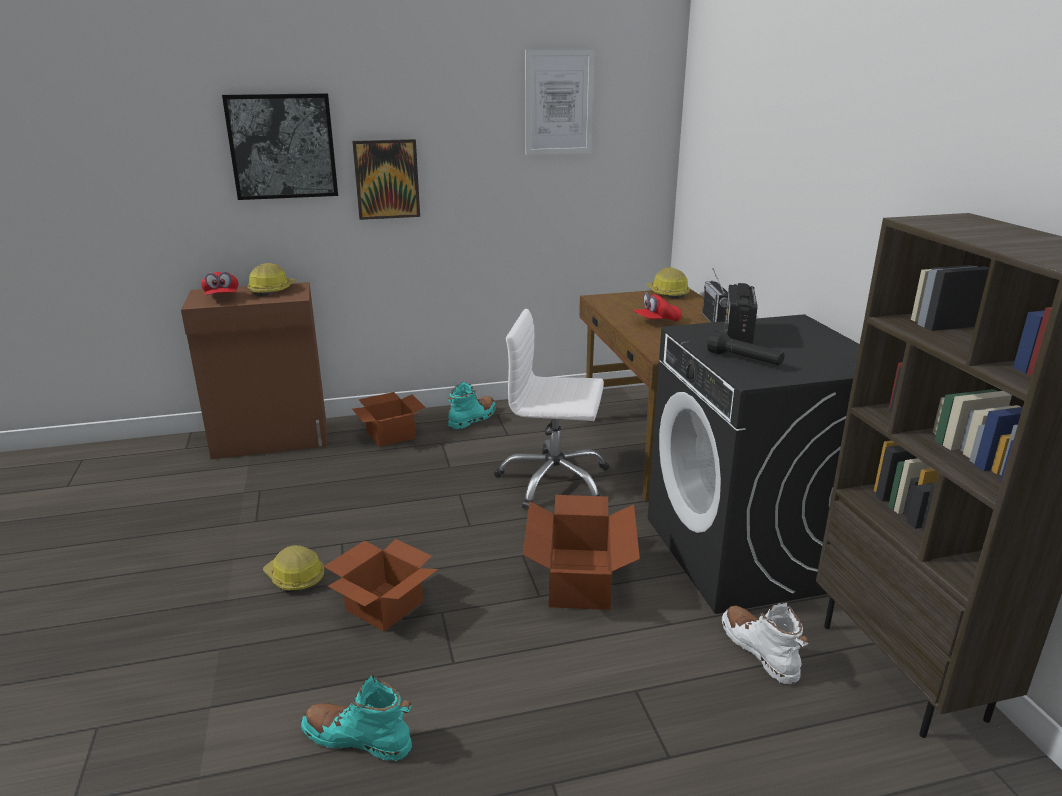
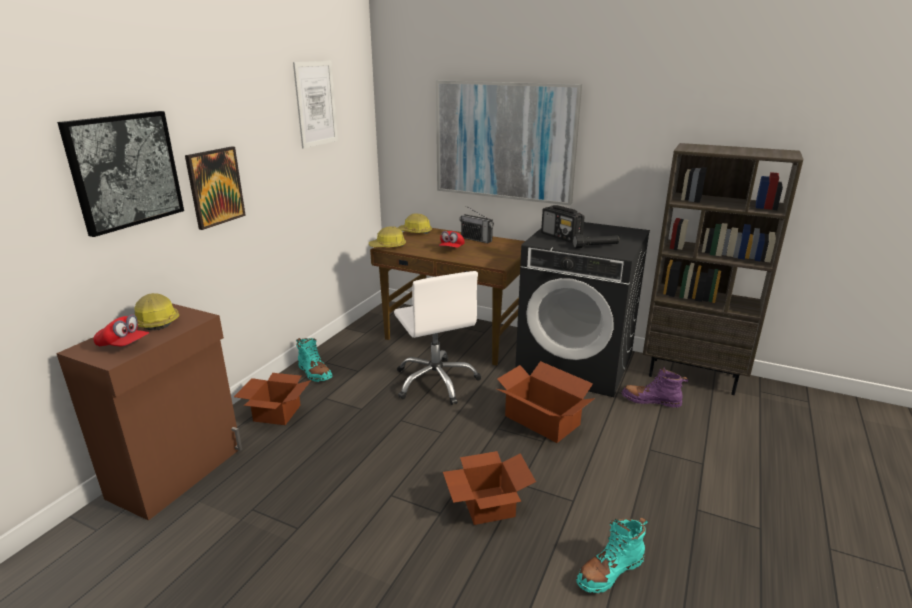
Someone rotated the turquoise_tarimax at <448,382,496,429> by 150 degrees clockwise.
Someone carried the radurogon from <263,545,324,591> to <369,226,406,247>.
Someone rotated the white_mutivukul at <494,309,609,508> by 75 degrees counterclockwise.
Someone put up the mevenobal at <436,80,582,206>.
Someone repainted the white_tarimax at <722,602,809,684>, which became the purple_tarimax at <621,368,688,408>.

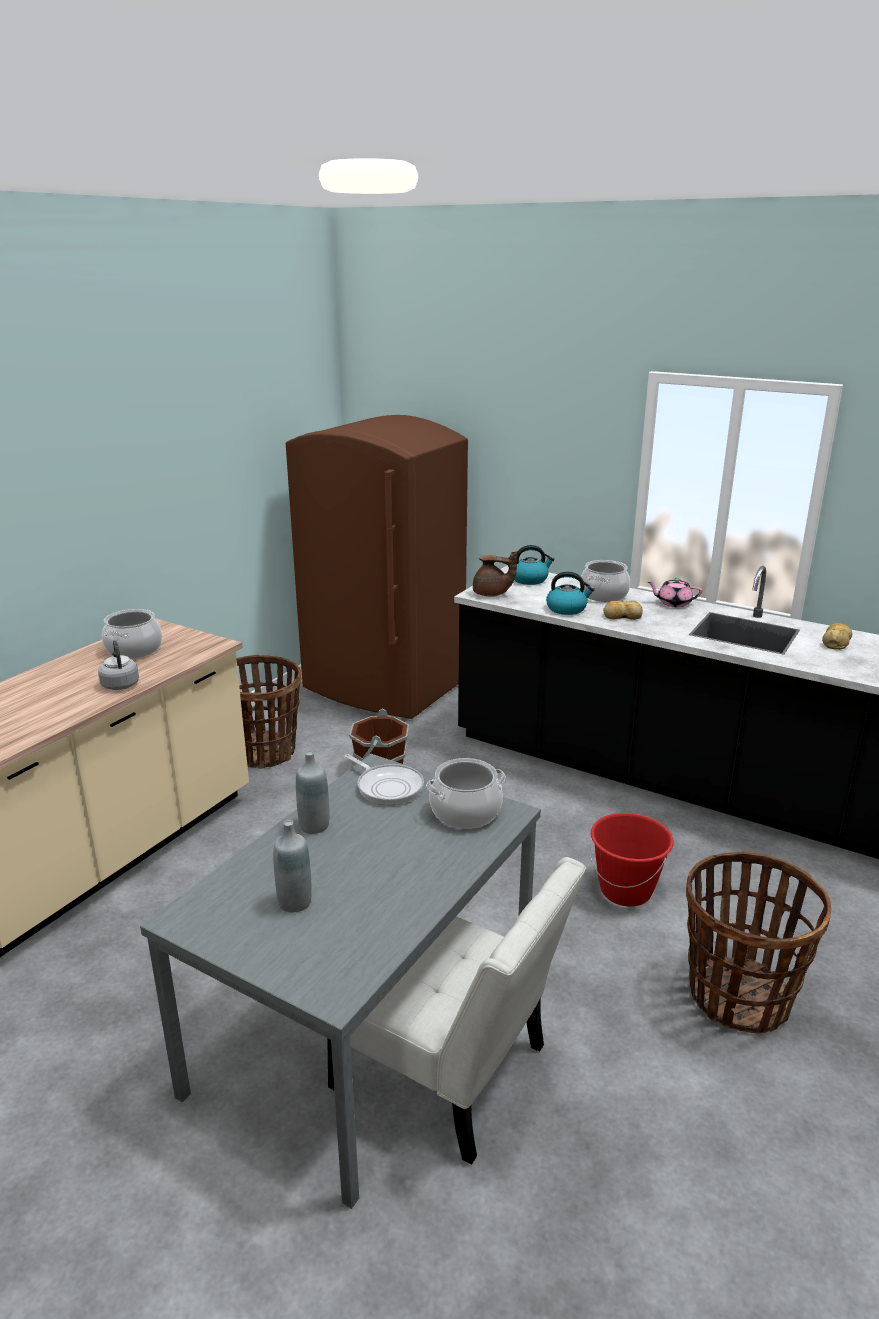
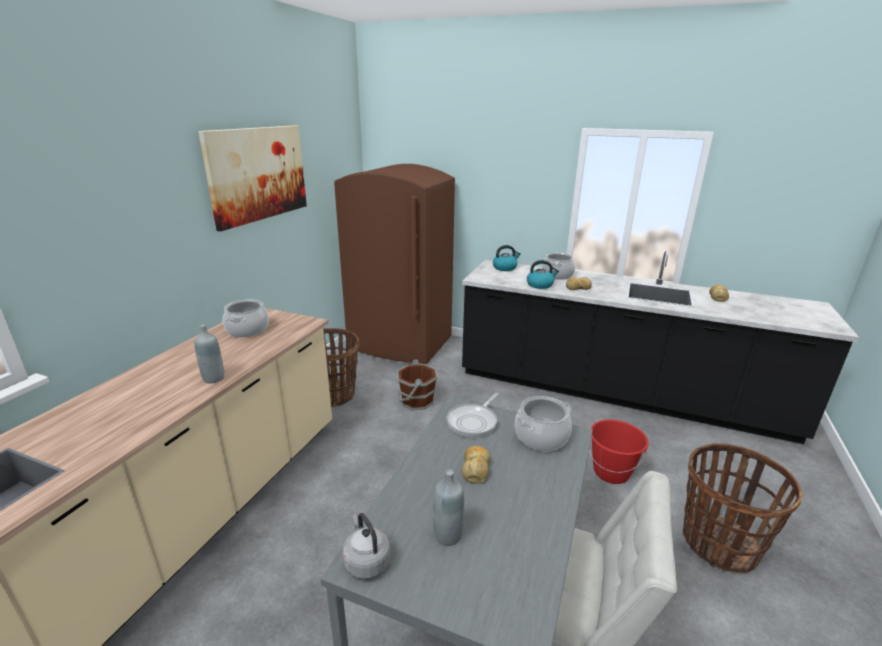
Someone carried the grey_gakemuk from <296,751,329,834> to <195,324,224,384>.
Someone put up the mevenobal at <198,125,307,232>.
Someone carried the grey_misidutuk from <98,640,139,690> to <343,513,391,579>.
Someone rotated the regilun at <344,754,424,805> by 90 degrees clockwise.
Someone put down the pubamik at <462,446,490,484>.
Someone took away the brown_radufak at <473,551,517,597>.
Someone took away the pink_radufak at <647,578,702,607>.

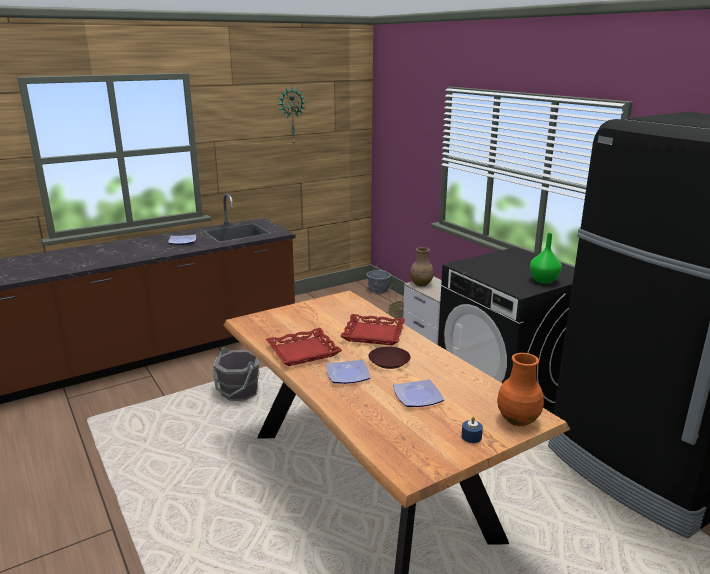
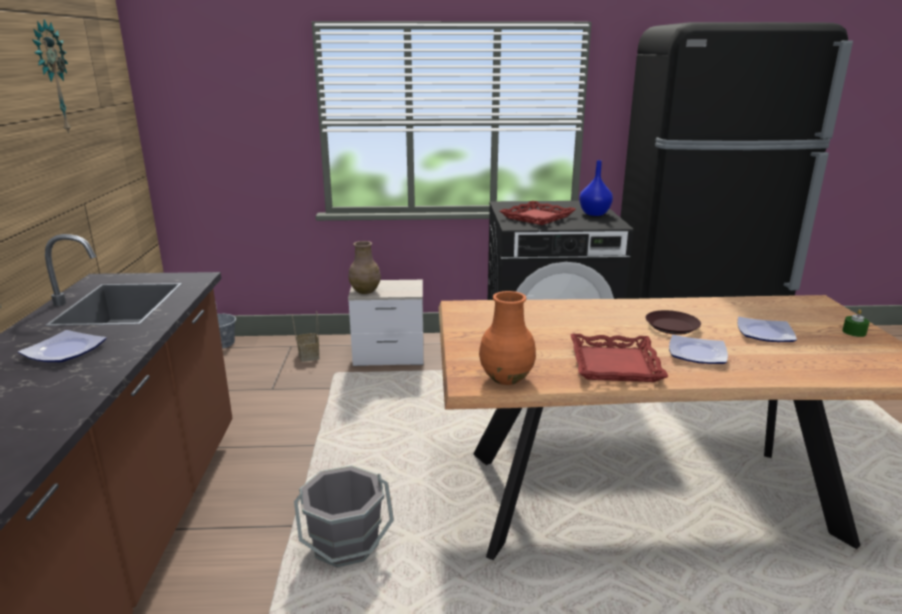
Someone carried the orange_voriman from <497,353,544,427> to <479,291,536,385>.
Someone carried the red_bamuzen from <340,314,405,345> to <500,201,576,225>.
Someone repainted the green_voriman at <530,233,562,284>, which became the blue_voriman at <579,160,613,216>.
Someone repainted the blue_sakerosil at <462,416,483,443>, which became the green_sakerosil at <842,309,870,337>.

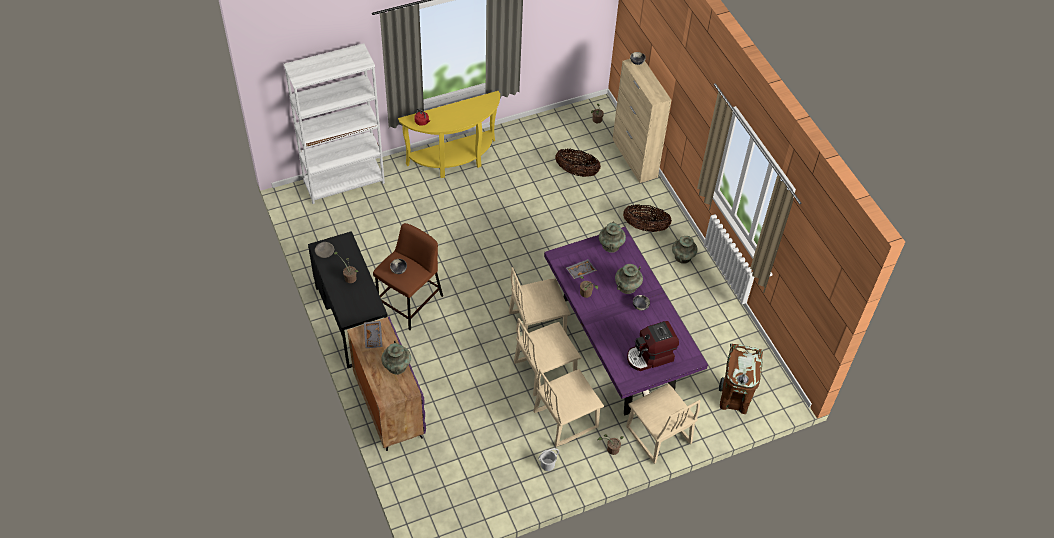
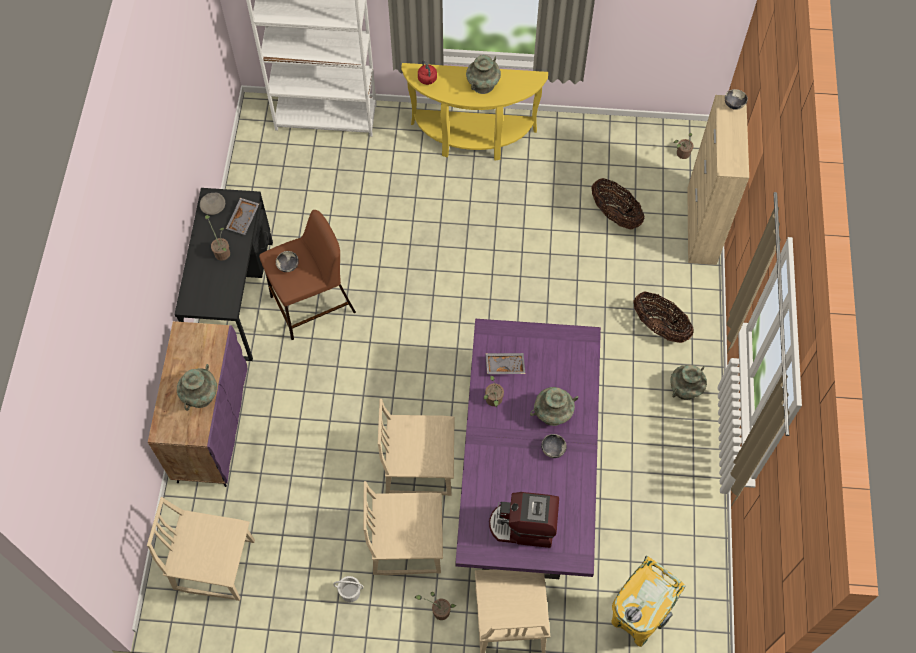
Someone carried the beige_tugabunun from <509,267,571,335> to <147,497,255,601>.
Someone carried the grey_bamuzen from <364,321,383,349> to <226,198,259,235>.
Someone carried the turquoise_voriman from <599,222,626,253> to <466,55,501,94>.
Someone repainted the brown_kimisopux at <719,344,763,414>, which became the yellow_kimisopux at <611,556,686,647>.

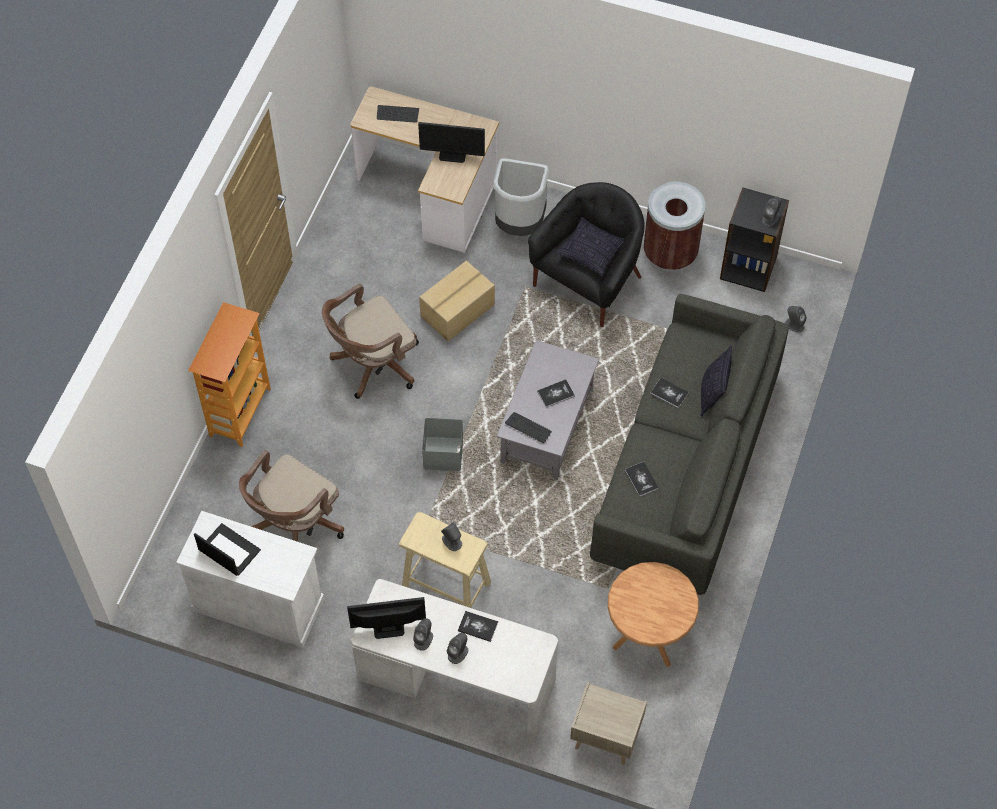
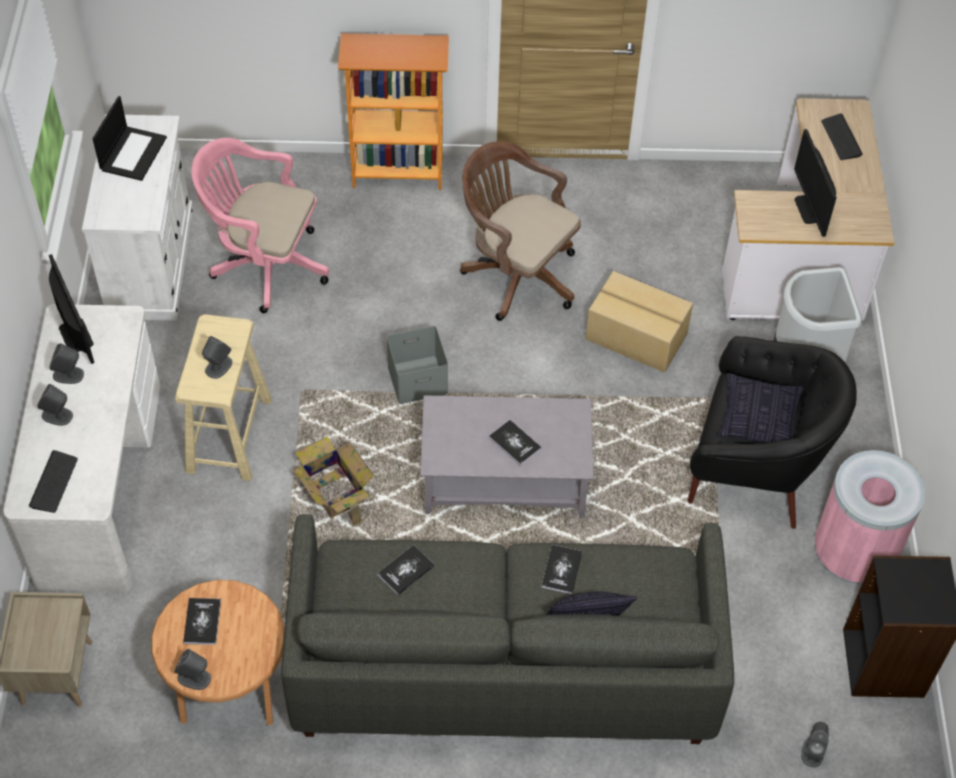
Someone carried the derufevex from <505,412,552,443> to <29,450,78,513>.
Someone carried the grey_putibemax from <762,196,782,227> to <174,649,211,690>.
Someone carried the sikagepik from <458,611,498,642> to <183,598,221,645>.
Someone repainted the brown_mutivukul at <239,450,344,542>, which became the pink_mutivukul at <191,138,329,313>.
Someone put down the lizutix at <293,436,373,527>.
Someone repainted the brown_kimisopux at <644,181,706,272>, which became the pink_kimisopux at <815,450,925,584>.

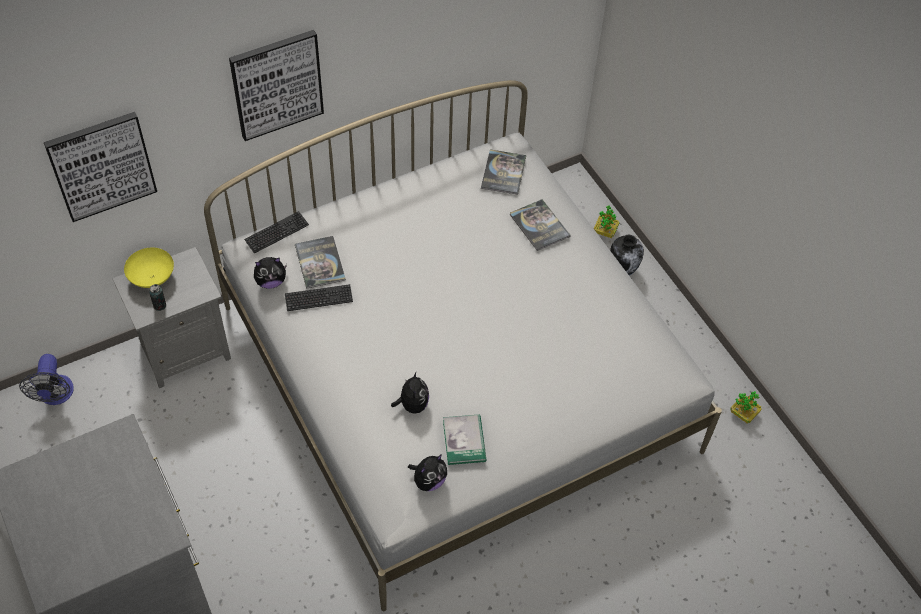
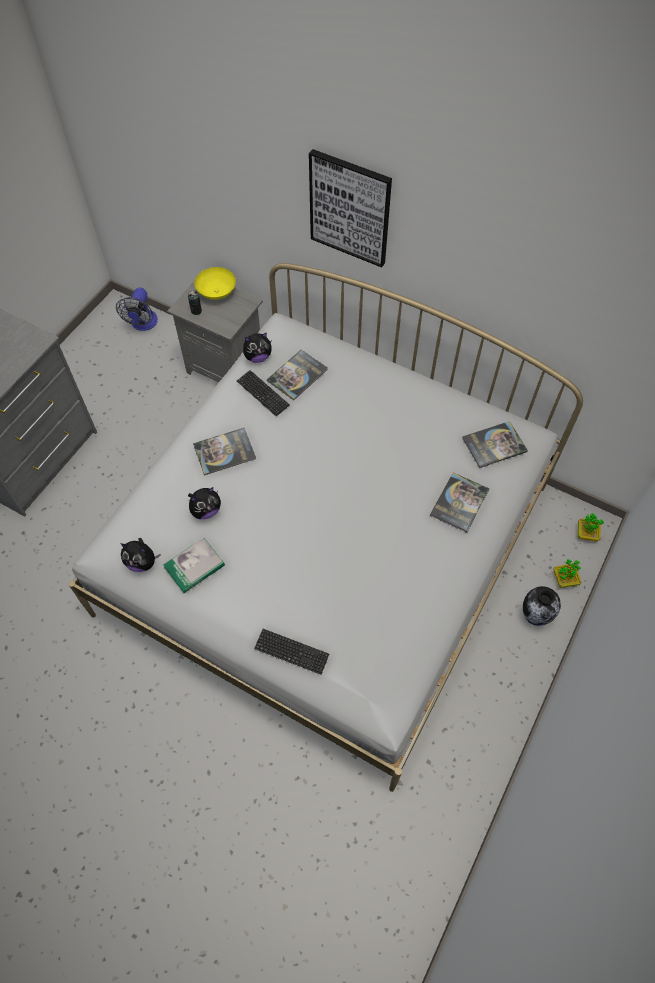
Someone rotated the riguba at <19,354,74,405> by 45 degrees counterclockwise.
Someone put down the sikagepik at <193,428,256,476>.
Someone rotated the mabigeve at <254,257,287,289> by 60 degrees counterclockwise.
Someone carried the derufevex from <244,211,309,254> to <254,629,329,675>.
Someone carried the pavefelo from <730,391,762,424> to <578,513,604,542>.
Someone took away the mevenobal at <44,112,157,222>.

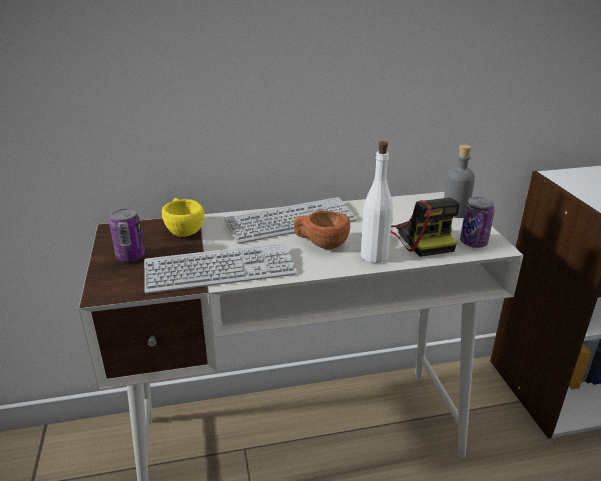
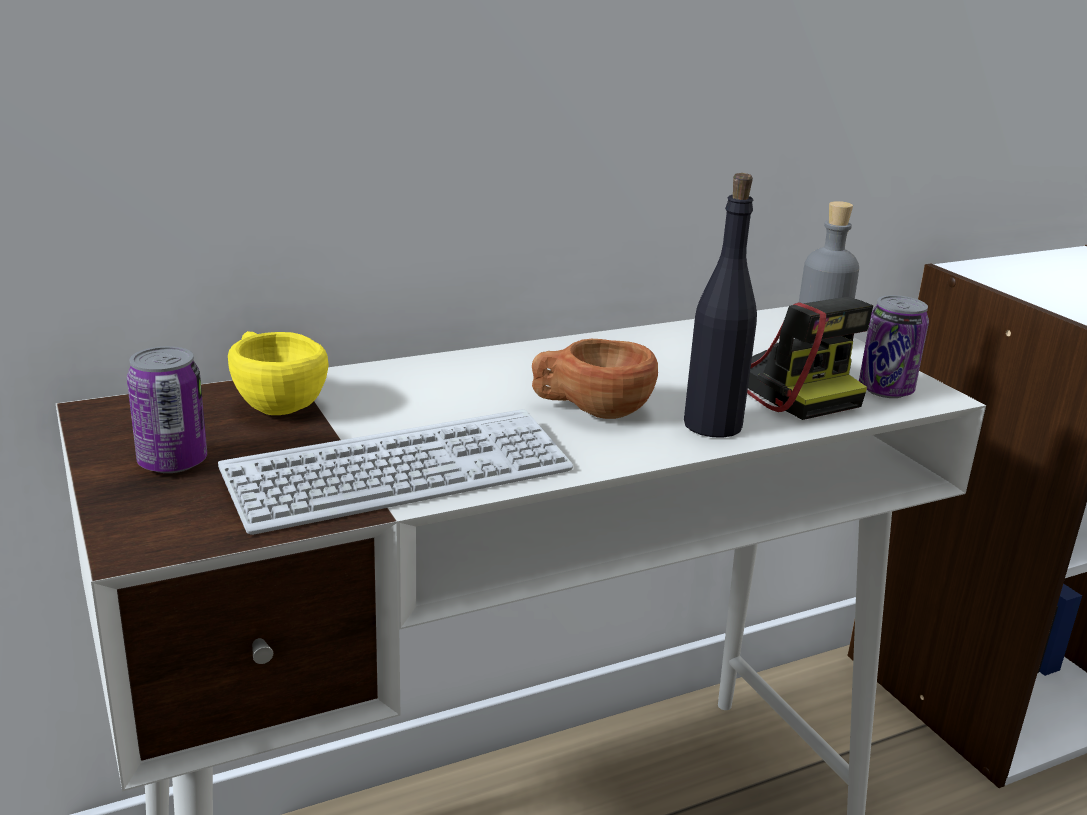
Someone repainted the white_gakemuk at <361,141,393,263>, which became the black_gakemuk at <684,173,757,438>.
Someone took away the derufevex at <225,197,357,244>.

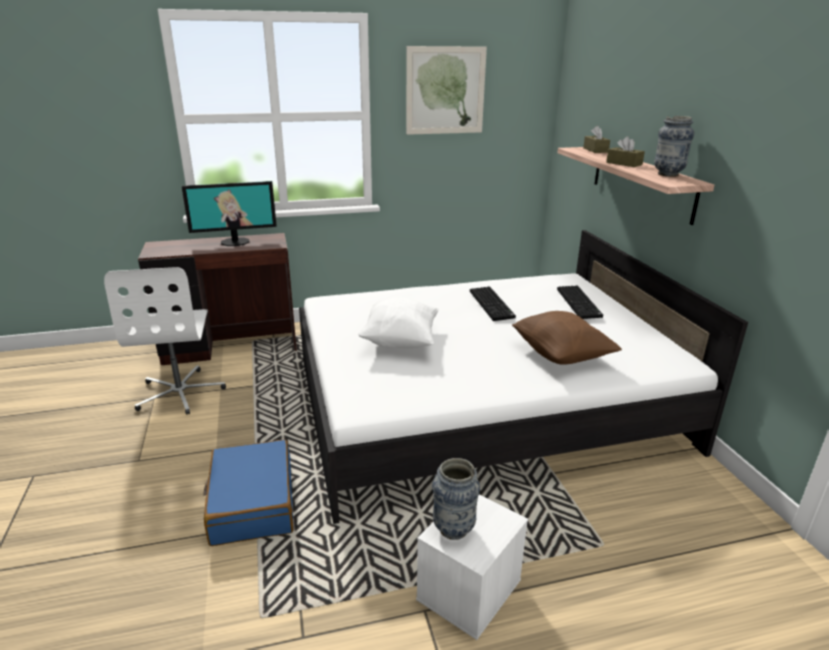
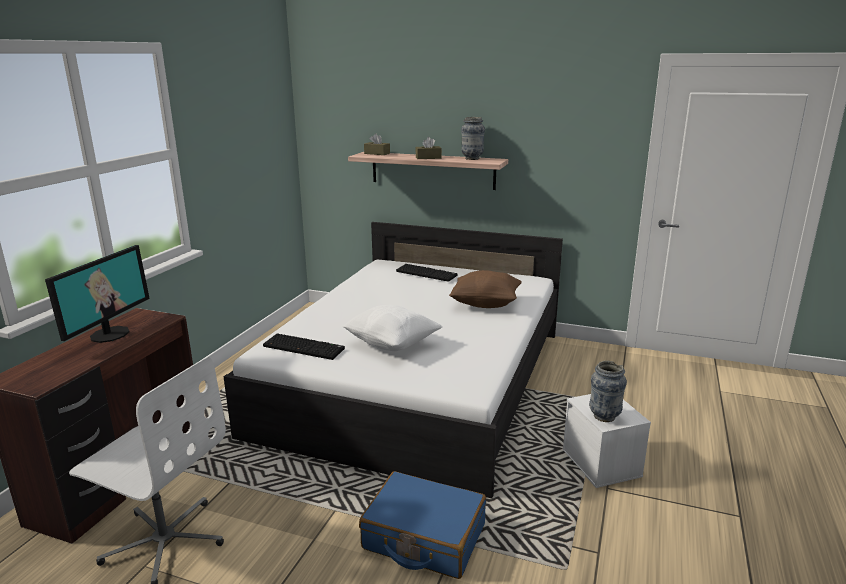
Someone carried the derufevex from <470,286,516,321> to <263,333,345,360>.
Someone took away the mevenobal at <406,46,487,135>.

